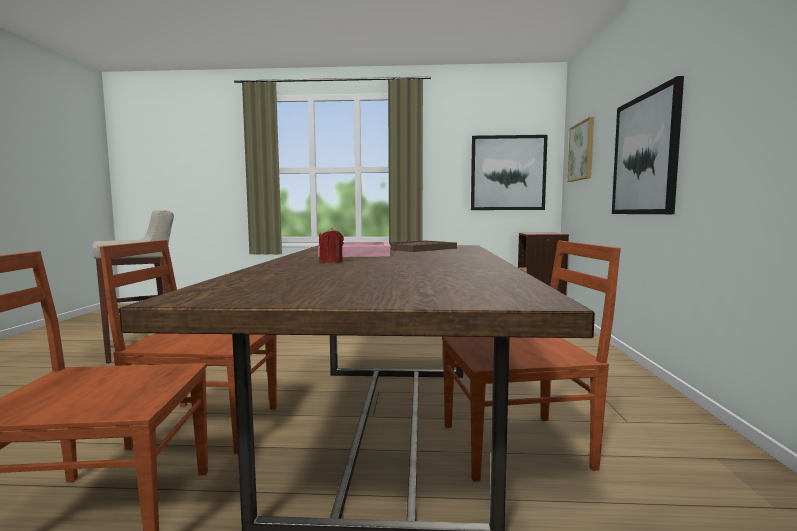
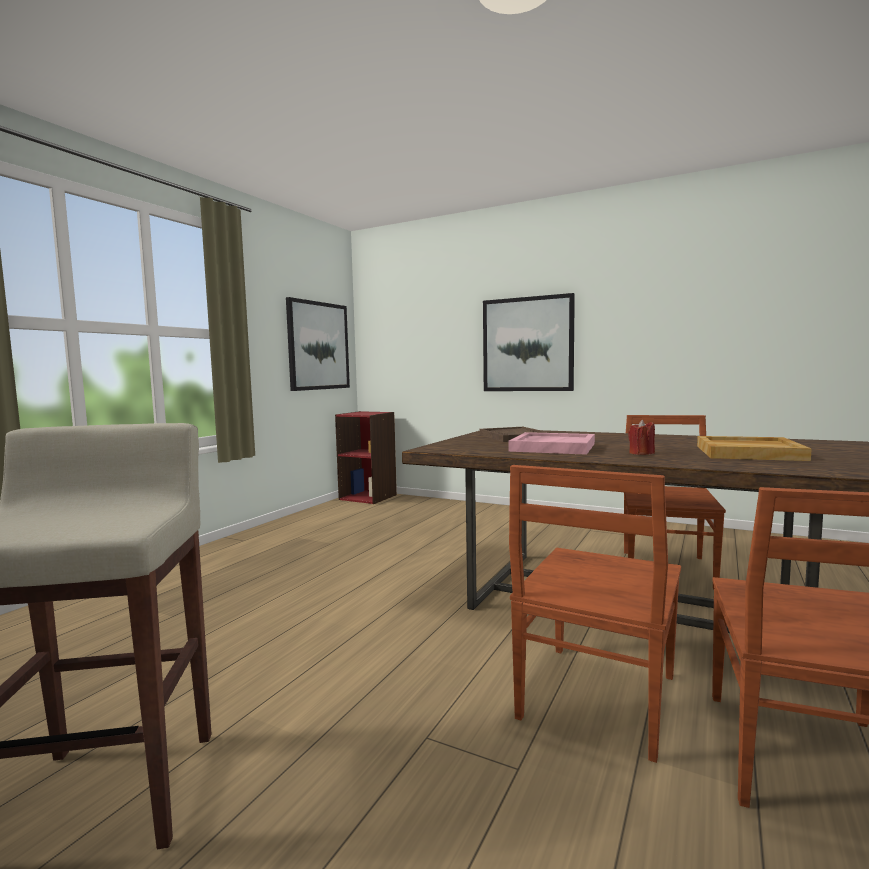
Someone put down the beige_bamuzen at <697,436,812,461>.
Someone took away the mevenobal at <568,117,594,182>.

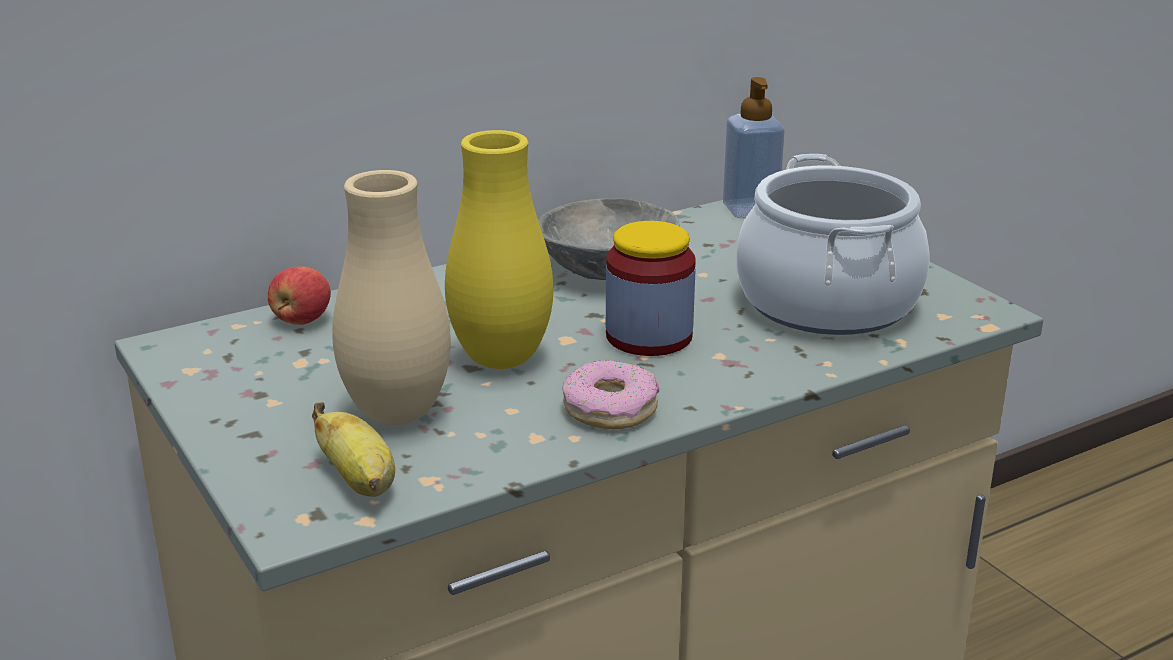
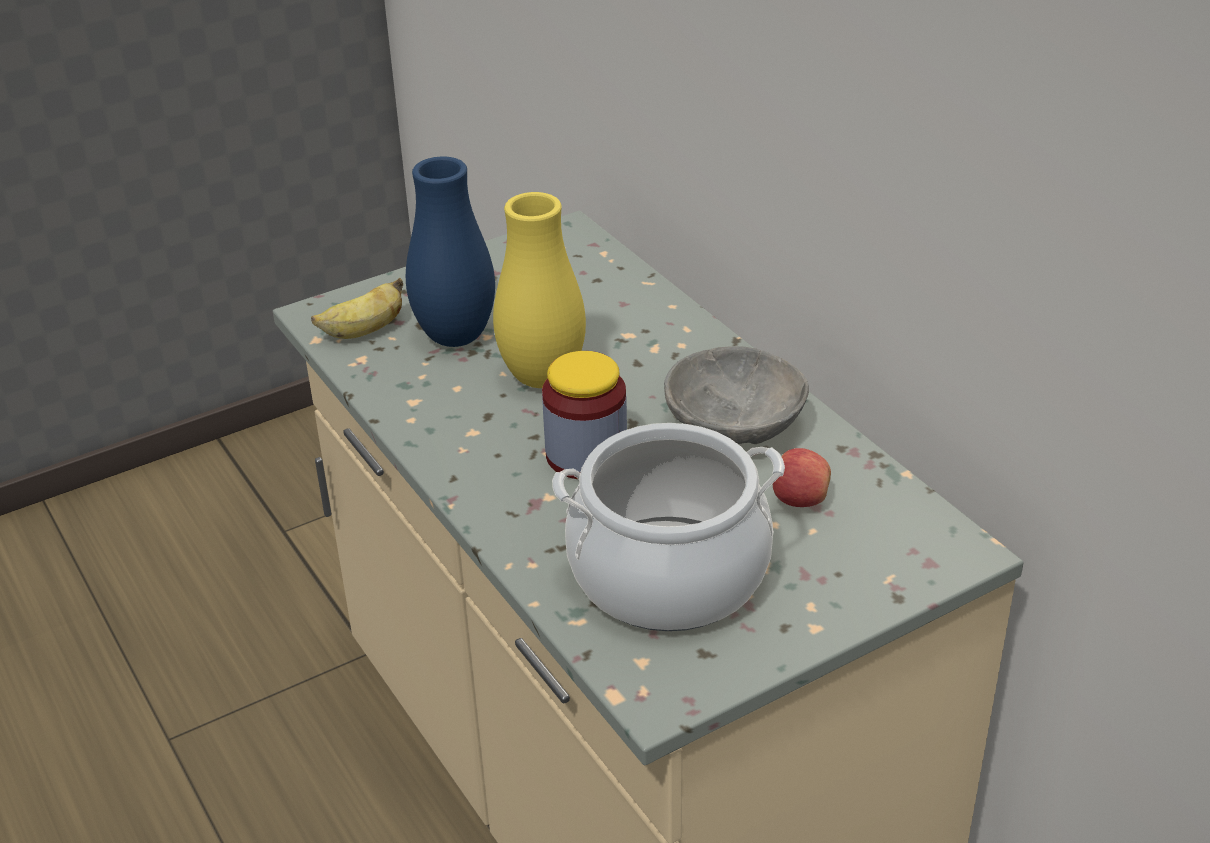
Someone repainted the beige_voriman at <332,170,451,425>, which became the blue_voriman at <406,156,495,347>.
Someone carried the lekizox from <268,266,331,325> to <773,448,831,507>.
Someone took away the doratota at <562,360,659,429>.
Someone took away the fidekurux at <723,77,785,218>.

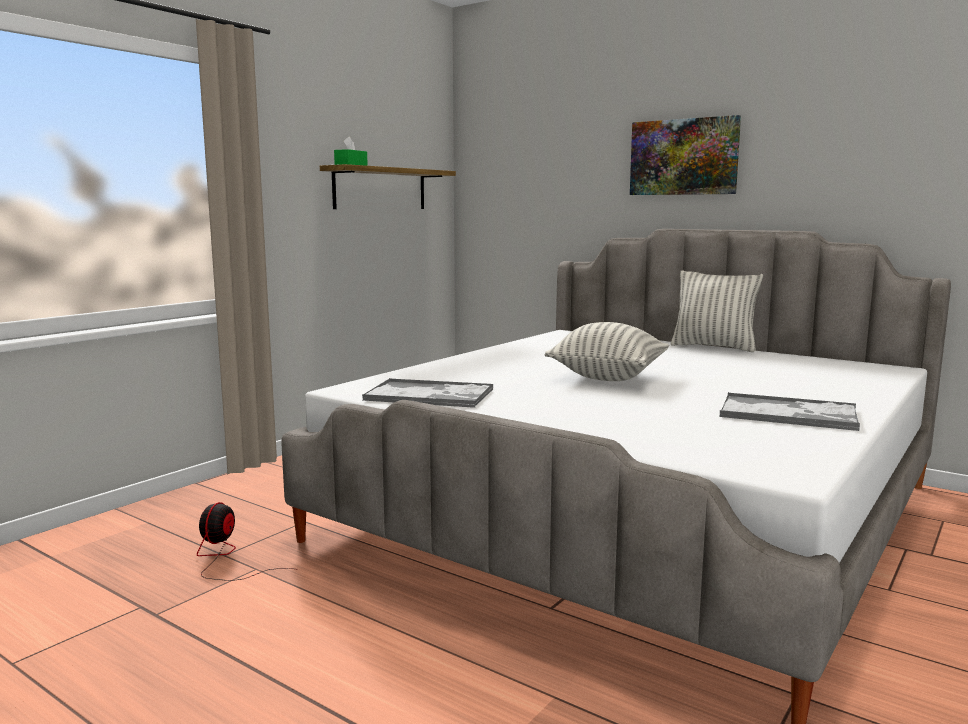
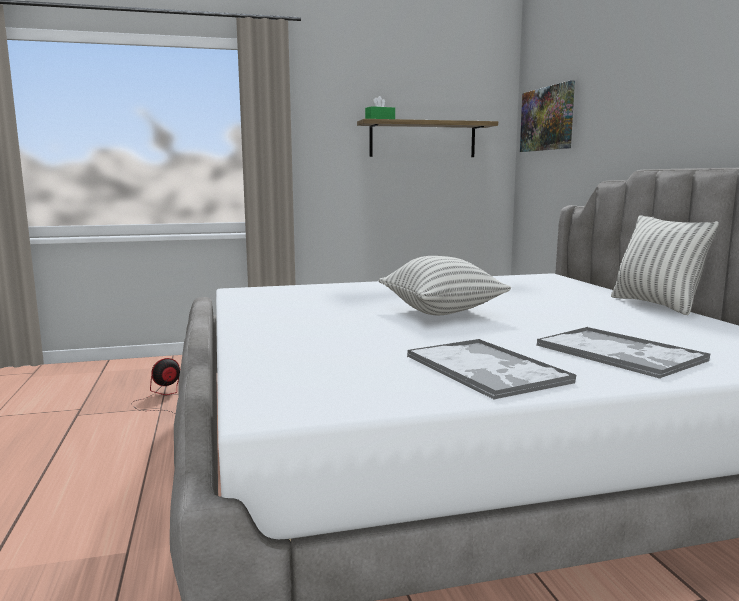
Someone carried the mevenobal from <630,115,741,195> to <520,80,575,152>.
Someone carried the bamuzen from <362,378,493,408> to <536,327,710,379>.

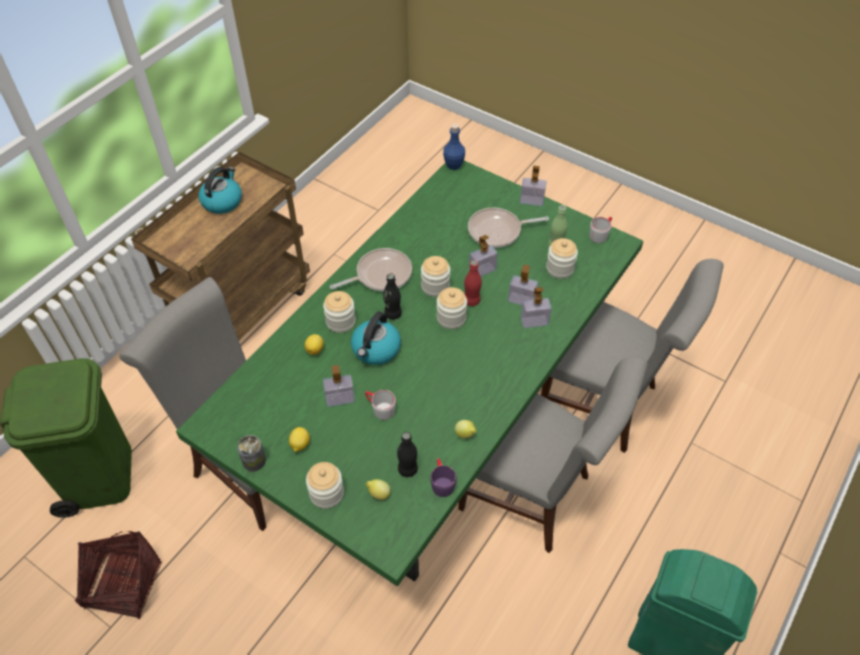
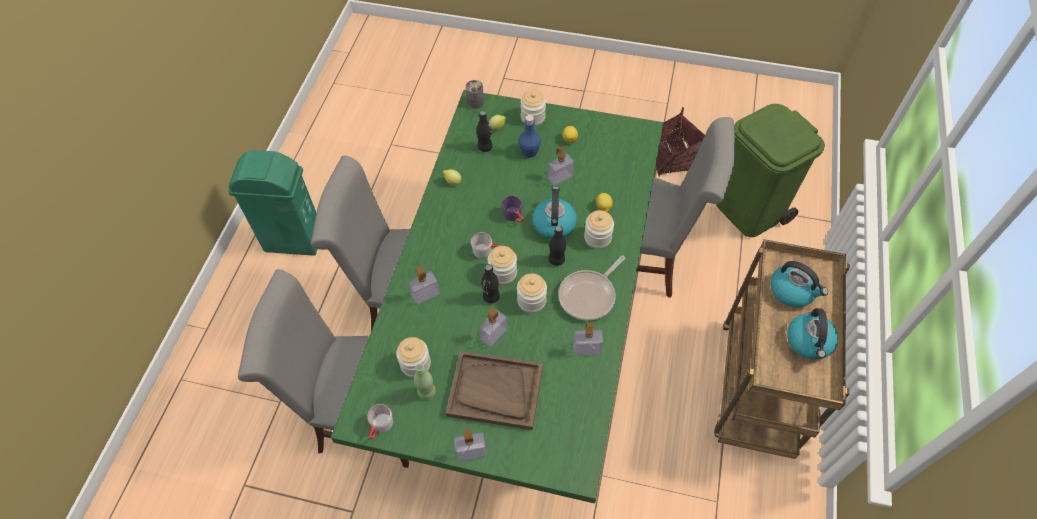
Someone swapped the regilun at <468,207,549,248> for the brown_bamuzen at <446,351,543,430>.
Someone carried the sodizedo from <237,435,266,472> to <465,80,484,109>.
Someone carried the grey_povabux from <365,390,396,420> to <471,232,499,259>.
Someone repainted the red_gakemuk at <464,260,482,306>, which became the black_gakemuk at <481,264,500,303>.
Someone carried the purple_povabux from <430,458,456,497> to <502,195,523,222>.
Someone carried the blue_gakemuk from <443,123,465,170> to <518,115,541,158>.
Someone carried the fidekurux from <508,265,538,305> to <573,322,603,356>.
Someone put down the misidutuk at <771,261,828,307>.

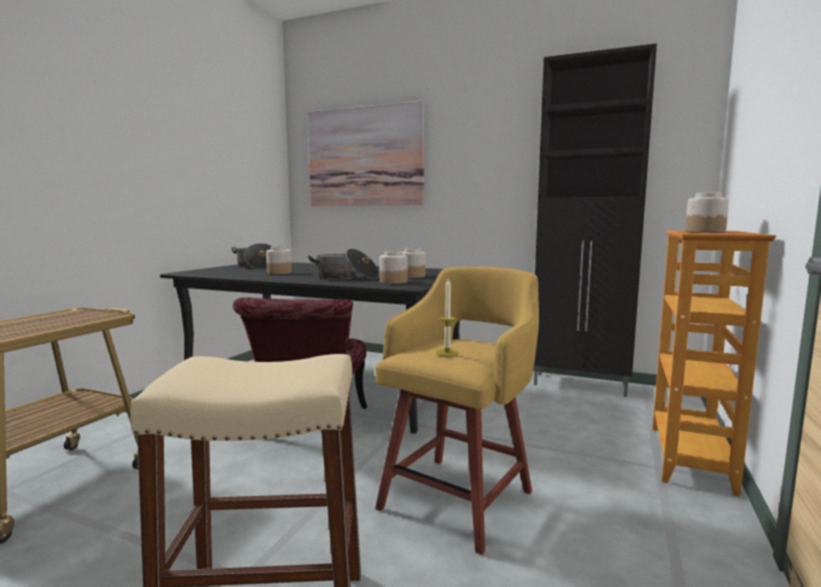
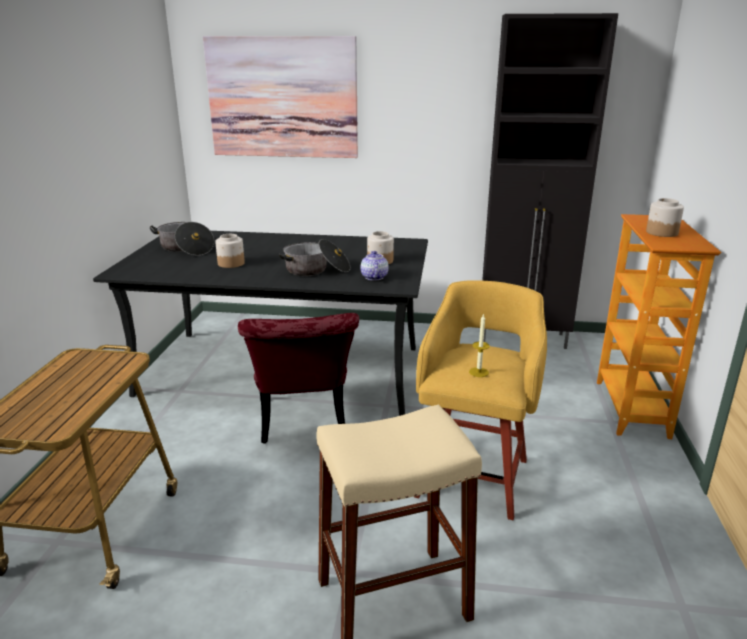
Someone swapped the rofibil at <380,251,408,284> for the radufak at <360,251,389,281>.

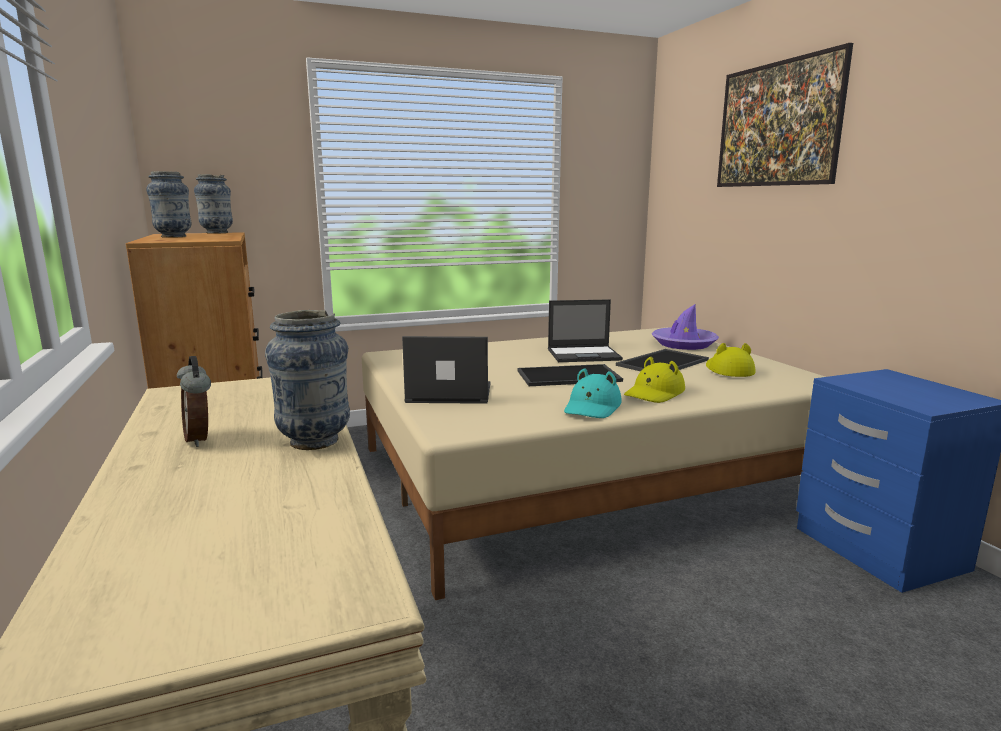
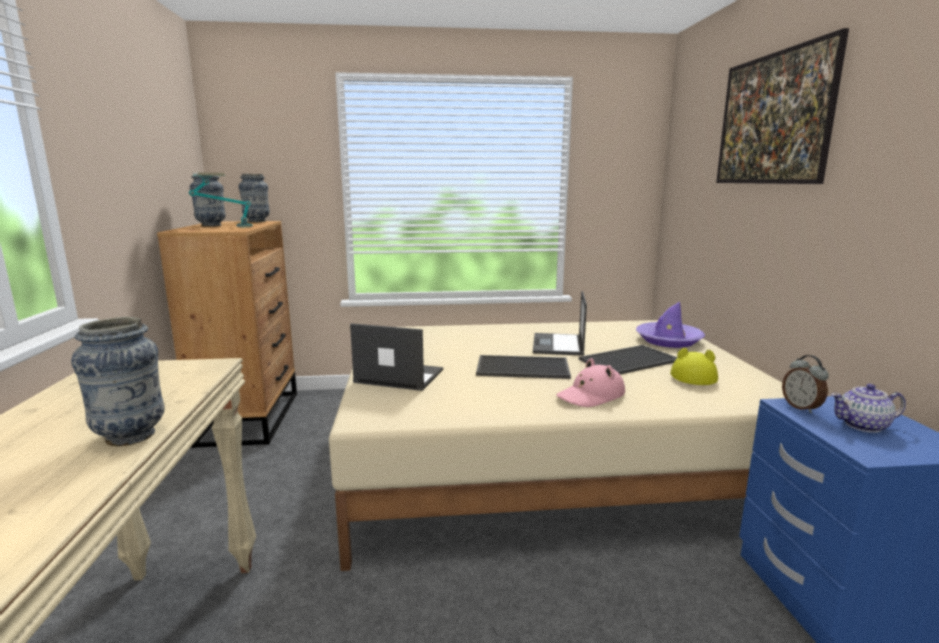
Someone put down the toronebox at <189,173,253,228>.
Someone rotated the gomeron at <548,299,623,362> by 90 degrees clockwise.
Someone repainted the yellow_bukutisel at <624,357,685,403>, which became the pink_bukutisel at <556,358,625,407>.
Someone carried the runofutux from <177,356,211,447> to <782,355,829,413>.
Someone put down the radufak at <831,384,906,433>.
Someone took away the turquoise_bukutisel at <564,368,622,418>.

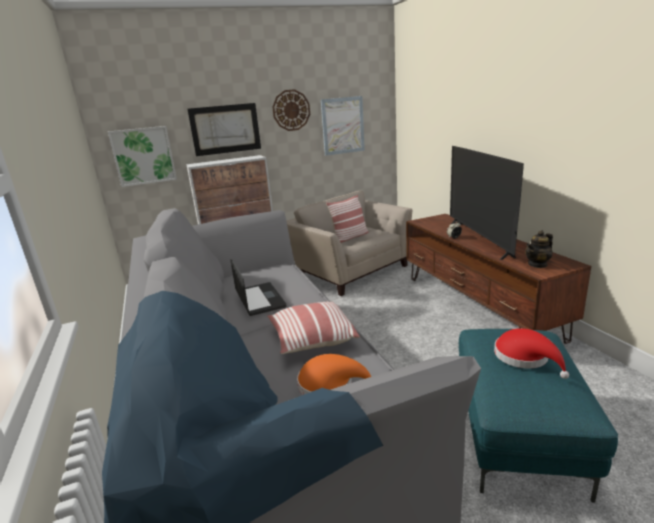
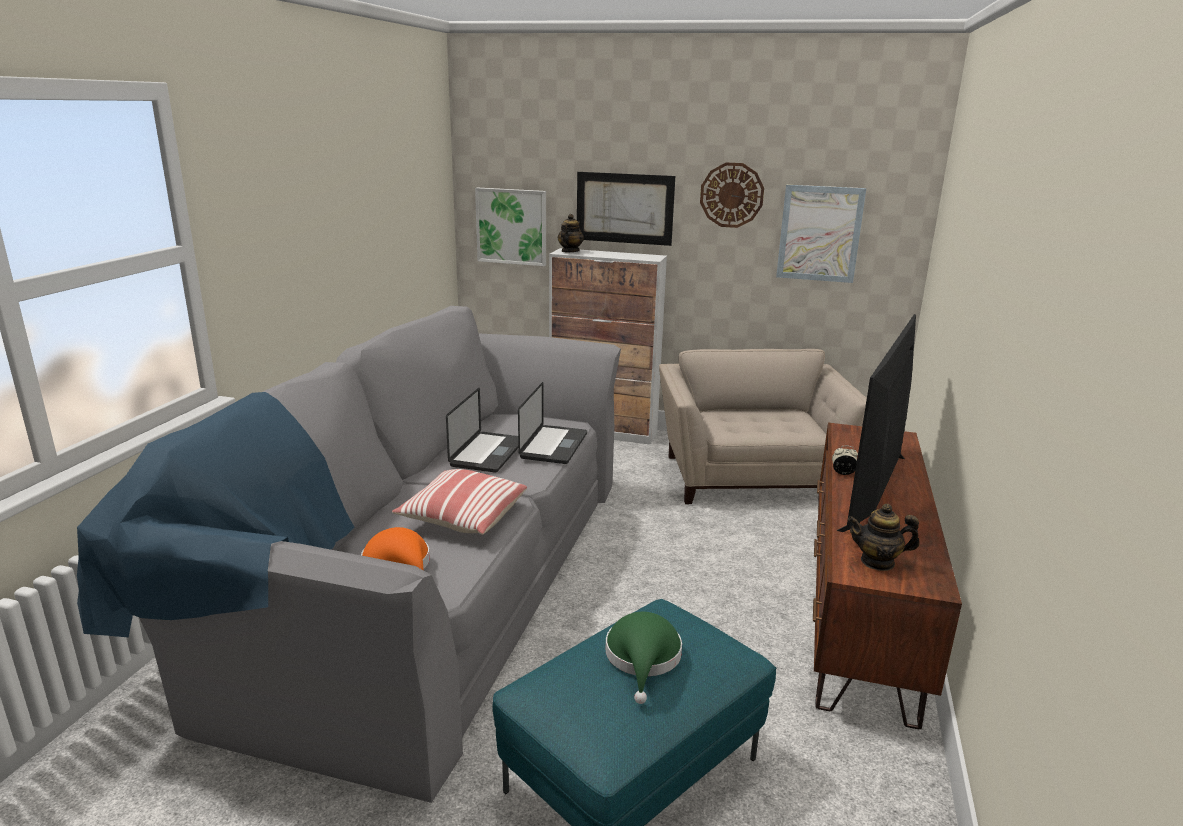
Someone put down the gomeron at <518,382,587,464>.
Someone put down the radufak at <558,214,584,252>.
Someone repainted the red_bukutisel at <494,328,569,379>, which became the green_bukutisel at <606,612,682,704>.
Someone took away the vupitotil at <326,195,369,243>.

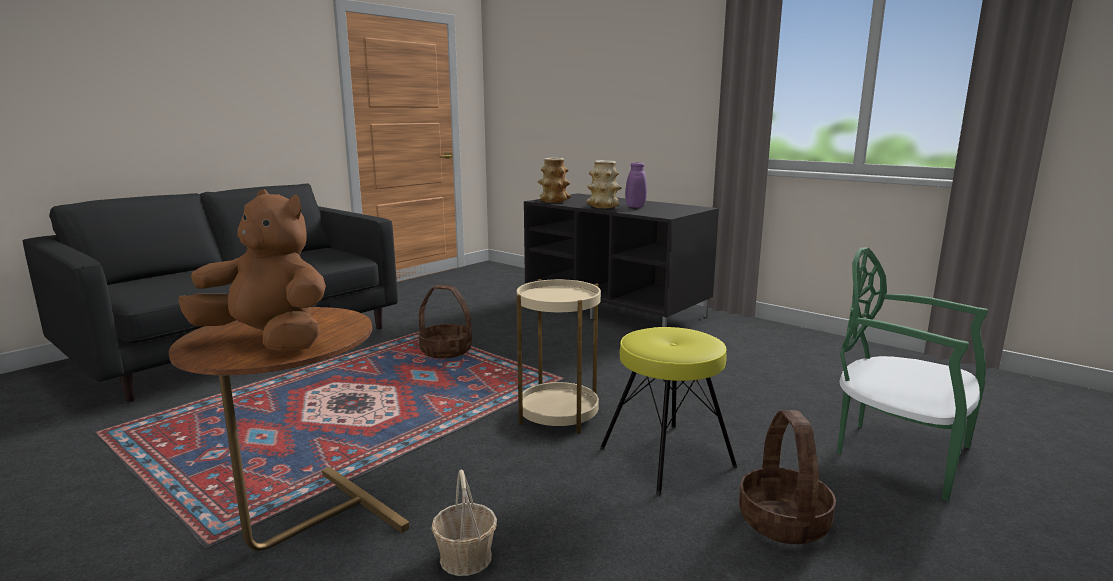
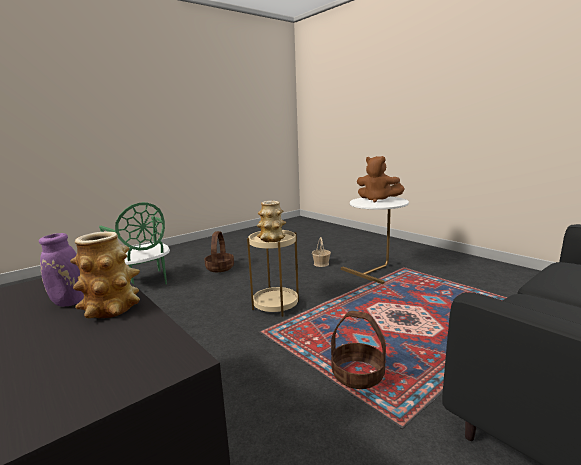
Someone carried the voriman from <538,158,571,203> to <257,201,286,242>.
Someone repainted the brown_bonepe at <169,307,410,551>, which became the white_bonepe at <341,197,409,284>.
Someone took away the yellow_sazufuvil at <600,327,738,496>.

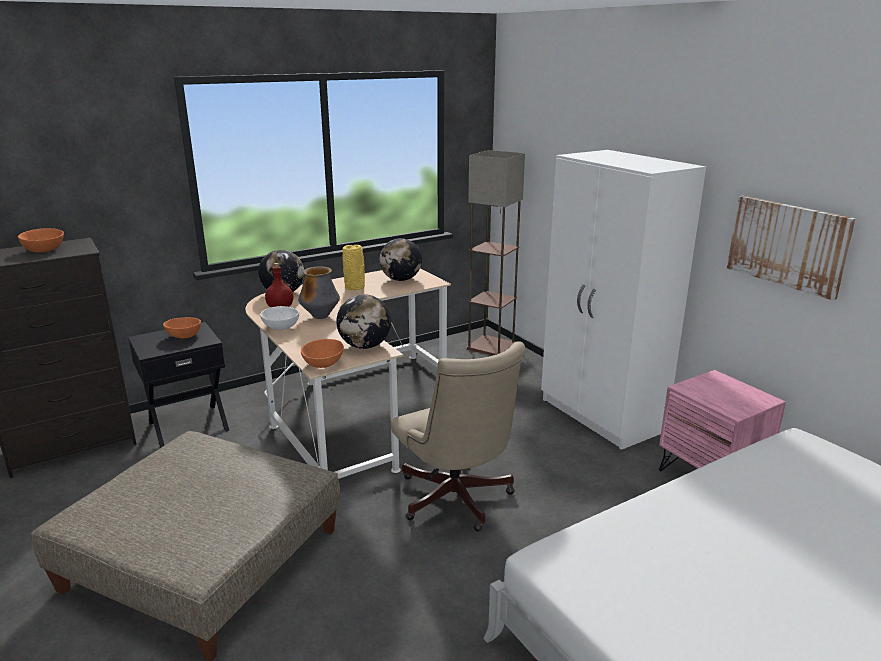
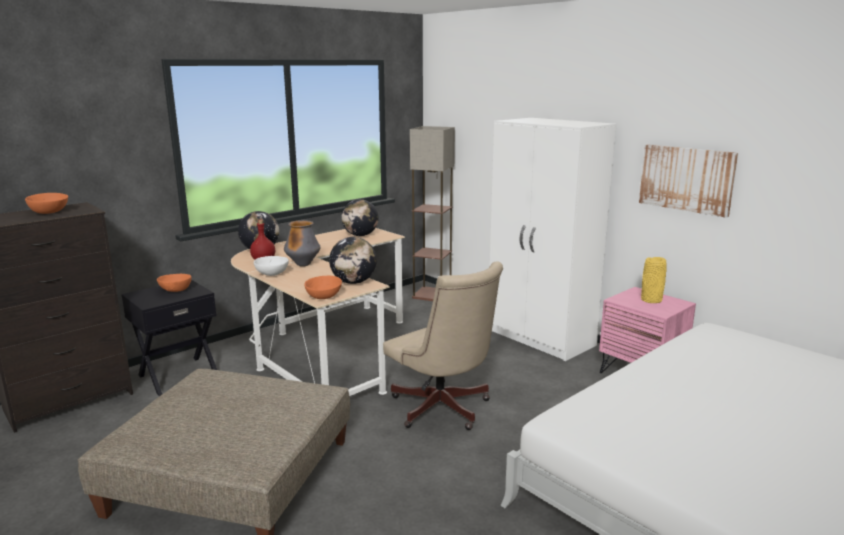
Someone carried the yellow_voriman from <342,245,365,290> to <641,257,667,303>.

